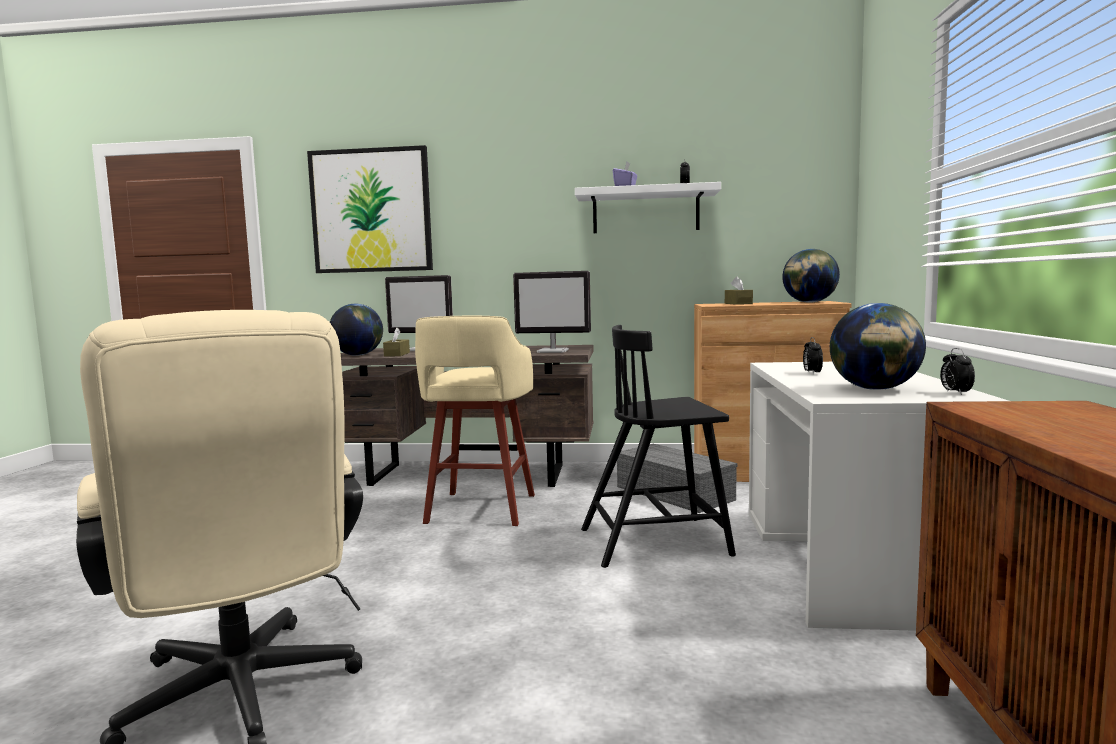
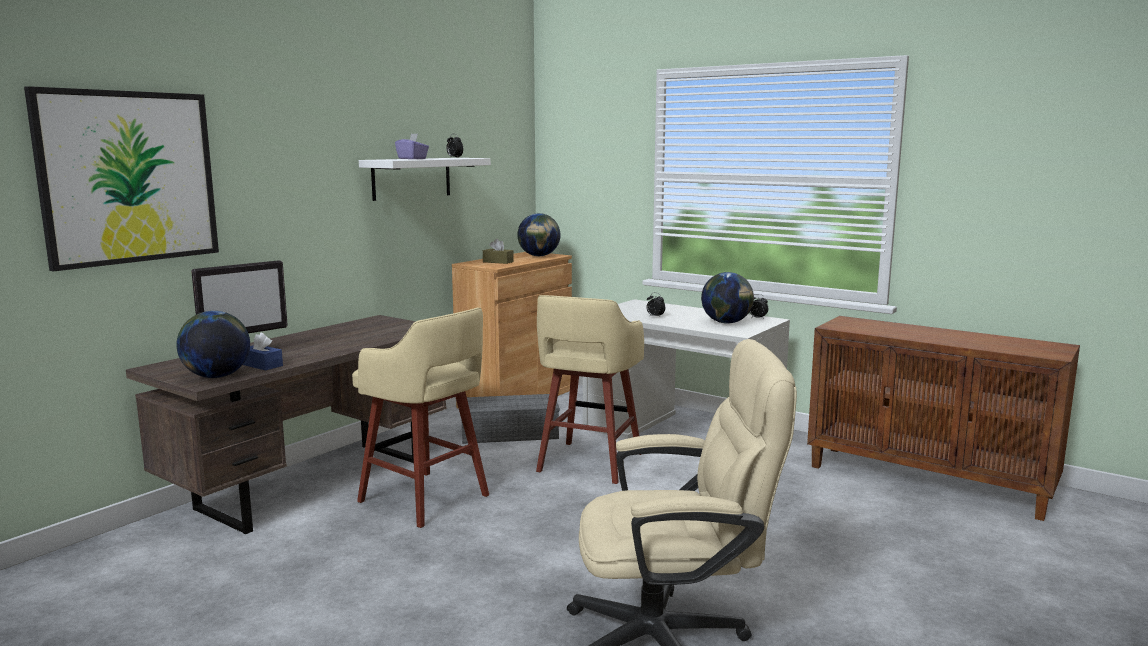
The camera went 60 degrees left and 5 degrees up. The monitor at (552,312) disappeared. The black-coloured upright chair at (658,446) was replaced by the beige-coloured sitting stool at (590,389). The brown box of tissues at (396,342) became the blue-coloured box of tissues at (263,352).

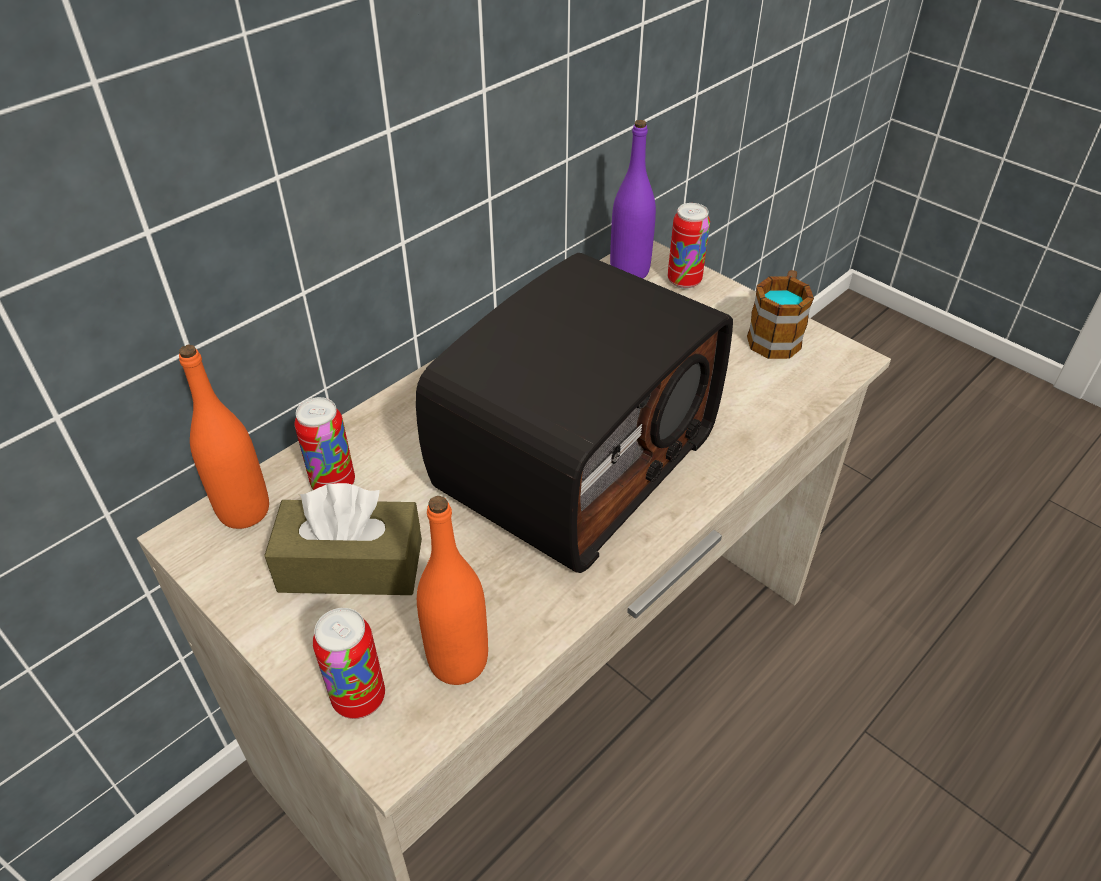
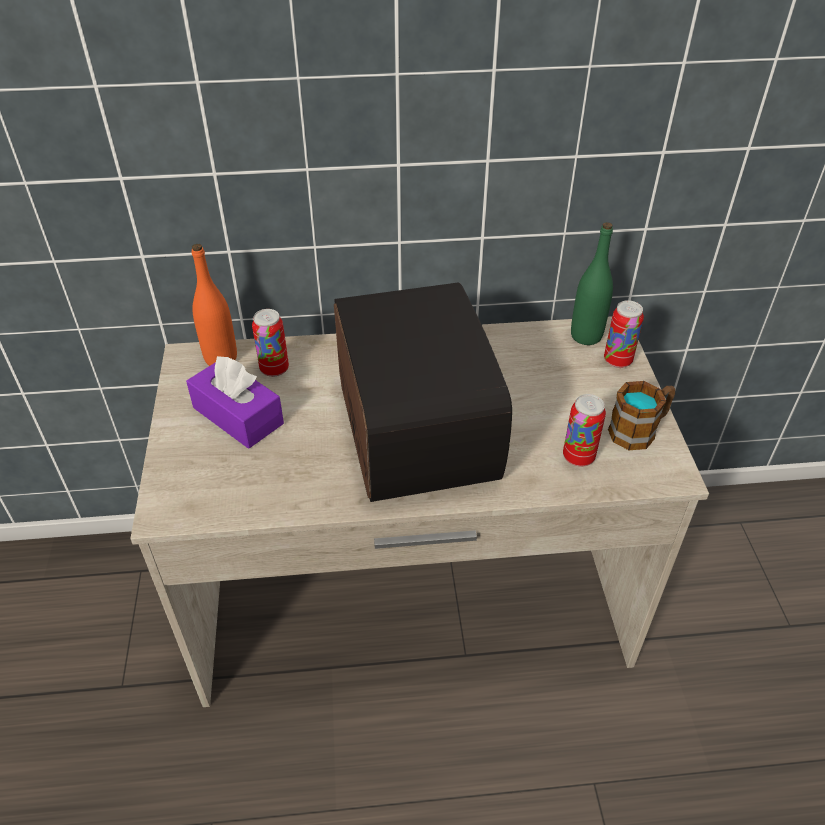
The camera went 40 degrees right and 0 degrees up. The orange drink bottle at (452,590) disappeared. The sealed can moved from (349,663) to (584,430). The brown box of tissues at (343,539) became the purple box of tissues at (235,402). The purple drink bottle at (633,199) became the green-coloured drink bottle at (592,283). The radio receiver at (574,413) turned 90 degrees counterclockwise.

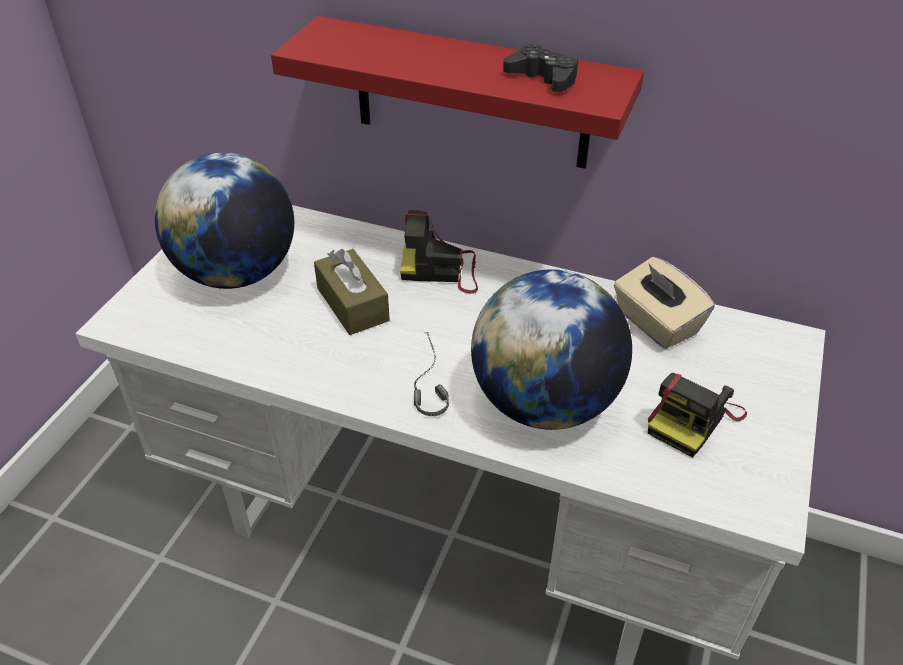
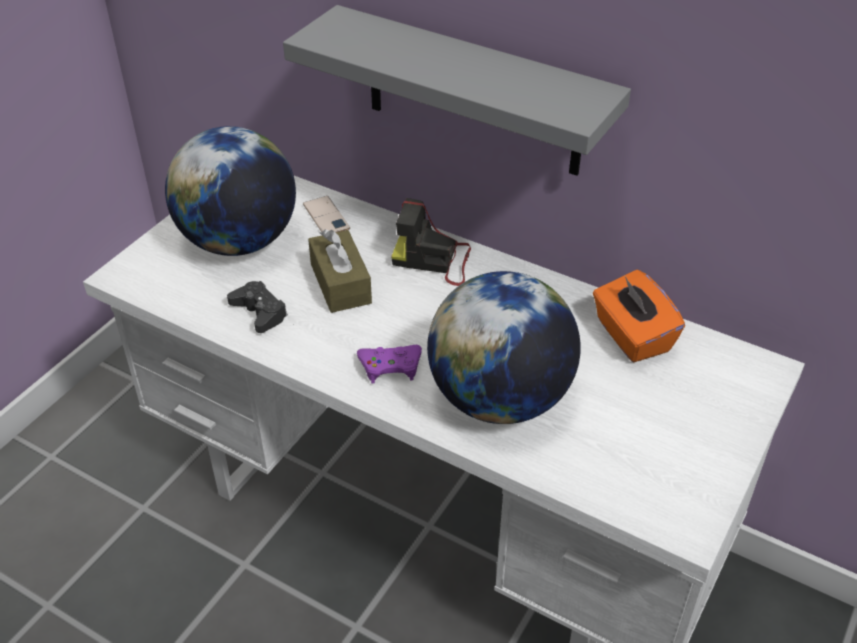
The camera went 10 degrees right and 0 degrees up. The photo camera at (697,415) disappeared. The phone at (326,214) appeared. The black-coloured gamepad moved from (540,68) to (257,307). The headset at (431,374) was replaced by the purple gamepad at (389,364). The red wall shelf at (457,92) became the grey wall shelf at (457,90). The beige-coloured box of tissues at (664,303) became the orange box of tissues at (639,316).

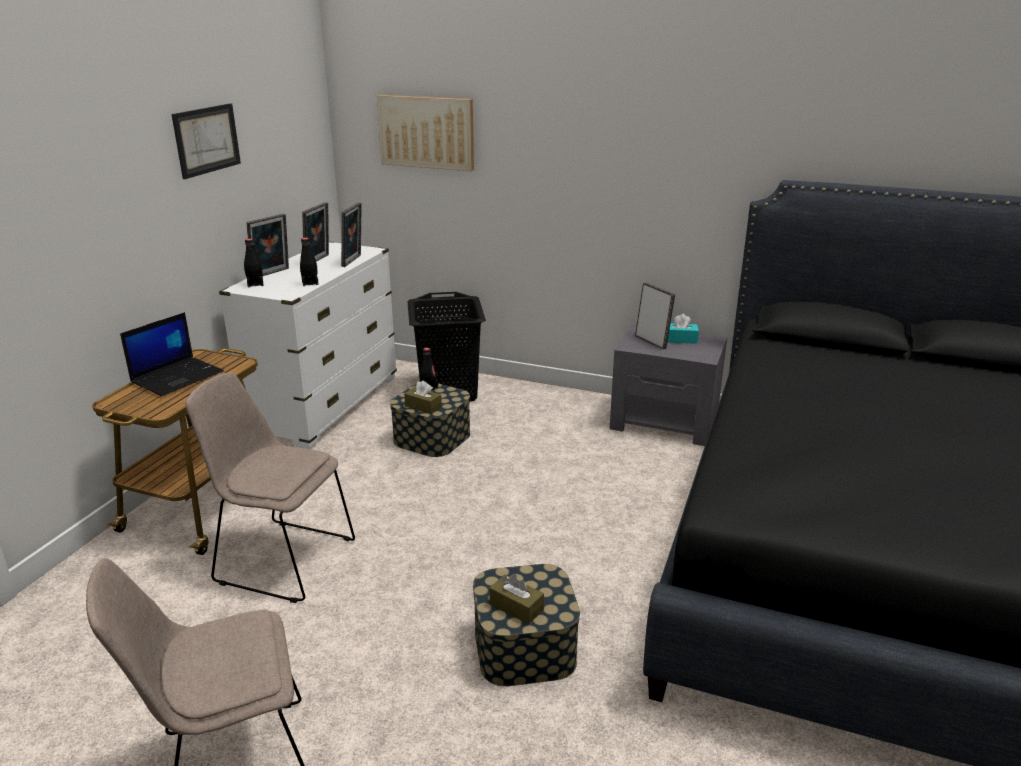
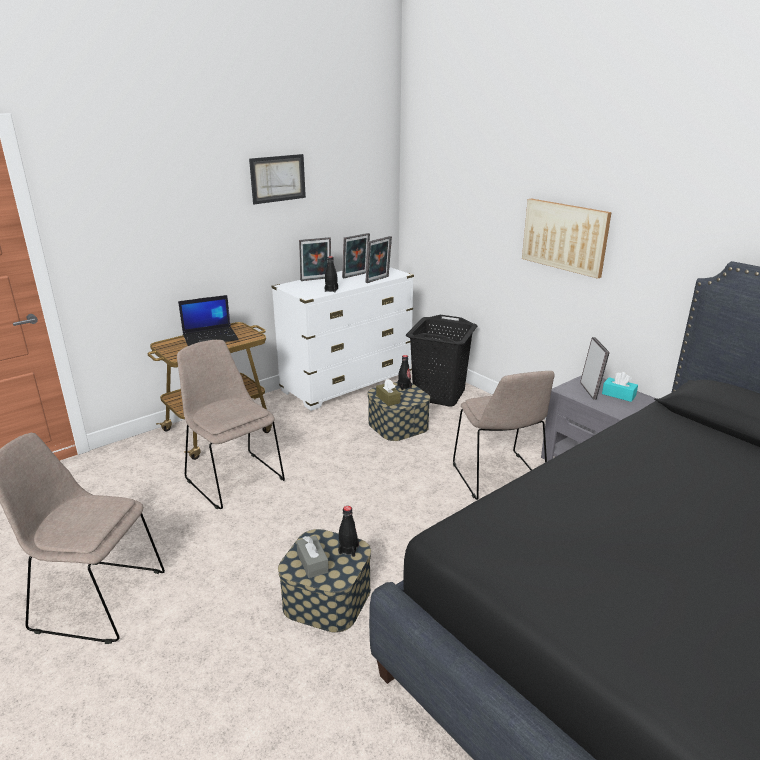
The camera went 30 degrees right and 0 degrees up. The beige-coloured upright chair at (503,435) appeared. The black-coloured drink bottle moved from (254,262) to (348,531). The picture moved from (425,133) to (567,238). The brown box of tissues at (516,599) became the grey box of tissues at (312,556).

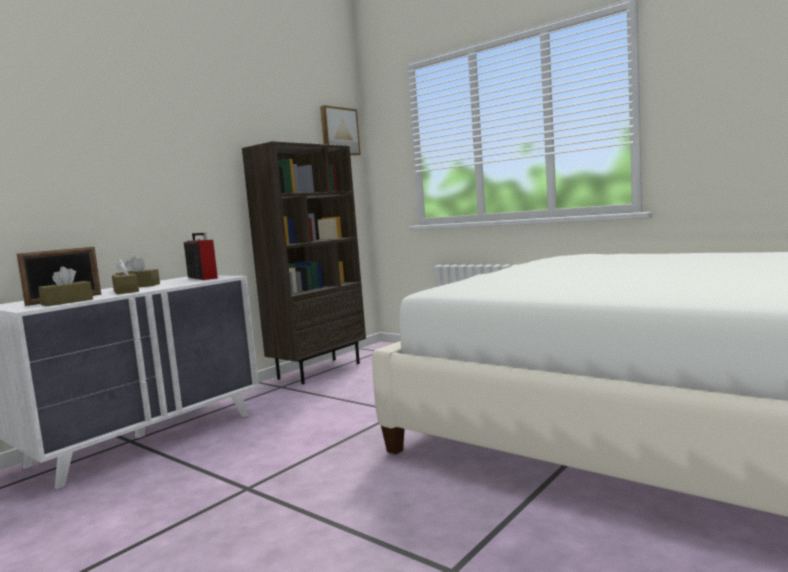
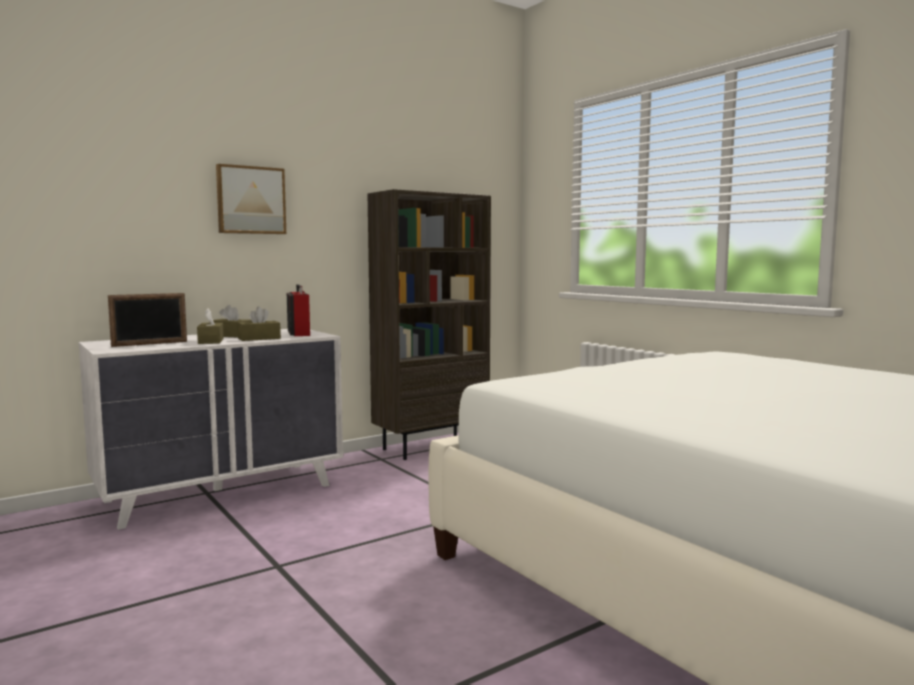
The camera went 15 degrees right and 0 degrees up. The brown box of tissues moved from (65,286) to (259,324). The picture moved from (340,130) to (251,199).

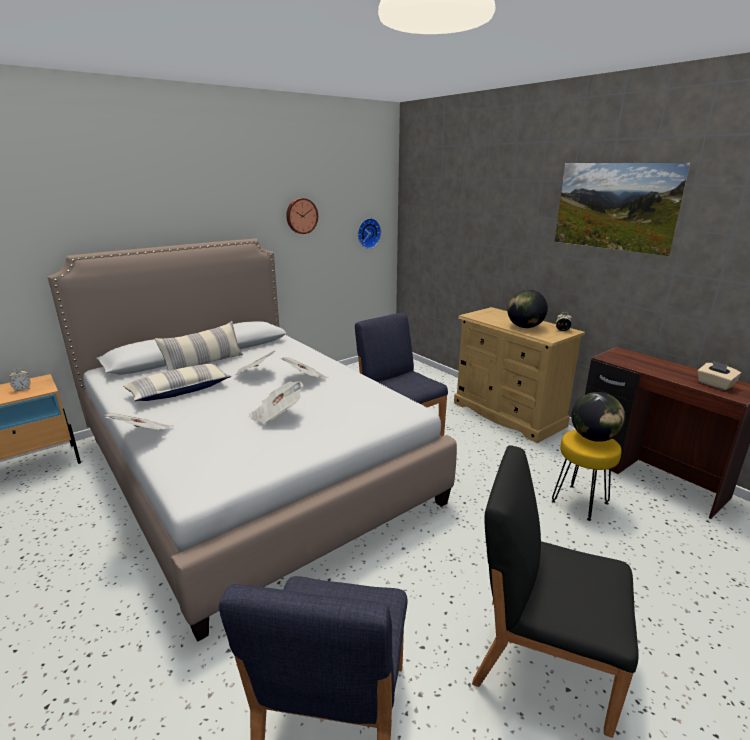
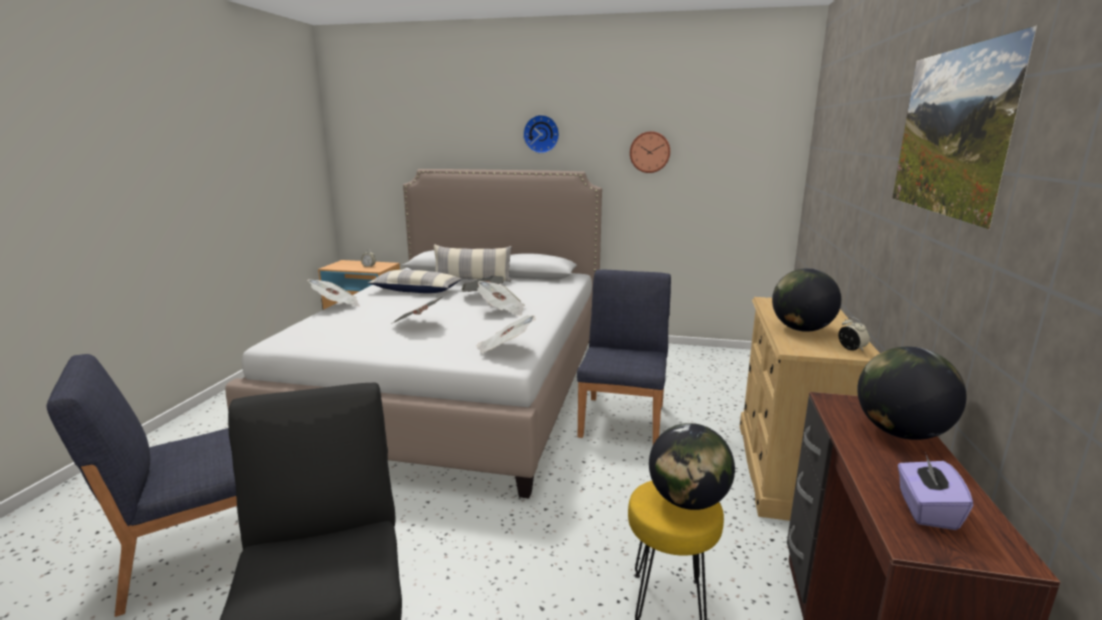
The camera went 50 degrees right and 5 degrees down. The newspaper at (506,334) appeared. The world globe at (911,393) appeared. The wall clock moved from (369,233) to (541,134). The beige-coloured box of tissues at (719,375) became the purple box of tissues at (935,491).

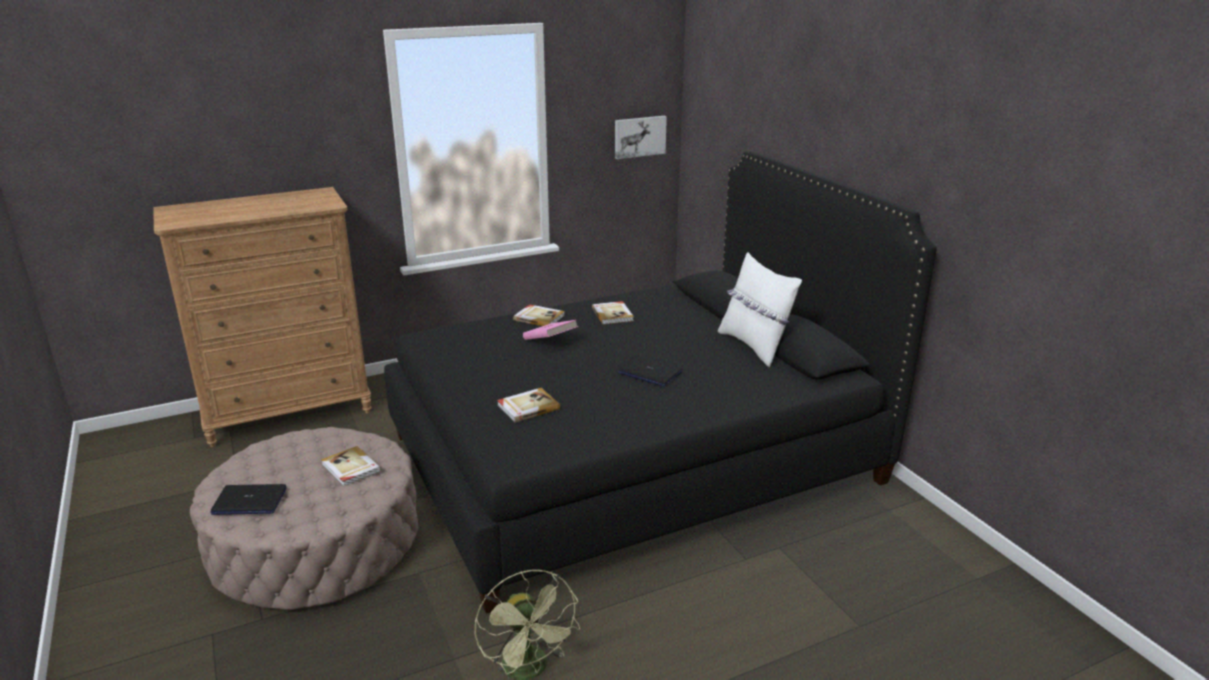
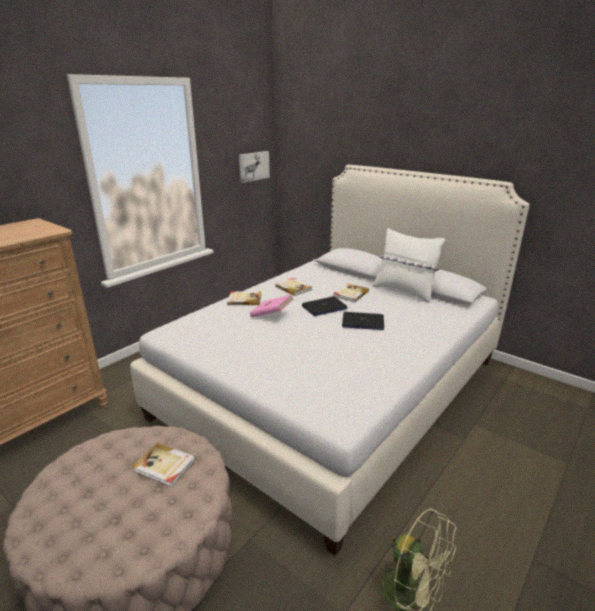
The camera went 25 degrees left and 0 degrees up. The laptop moved from (248,499) to (324,306). The book moved from (528,405) to (351,292). The black-coloured sleeping bed at (660,382) became the white sleeping bed at (330,360).

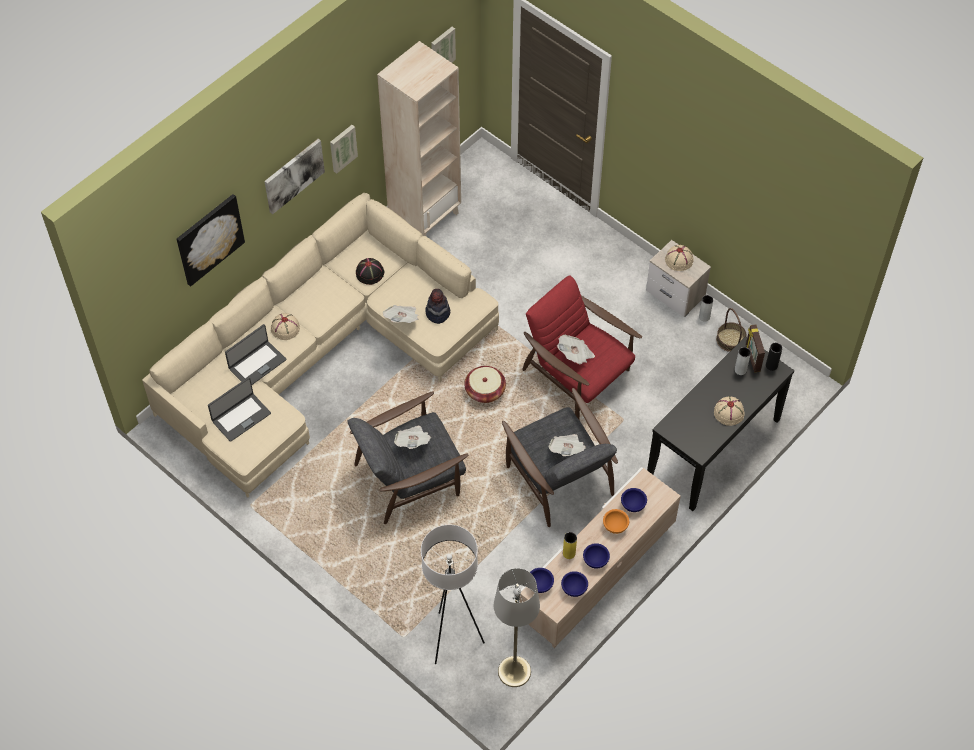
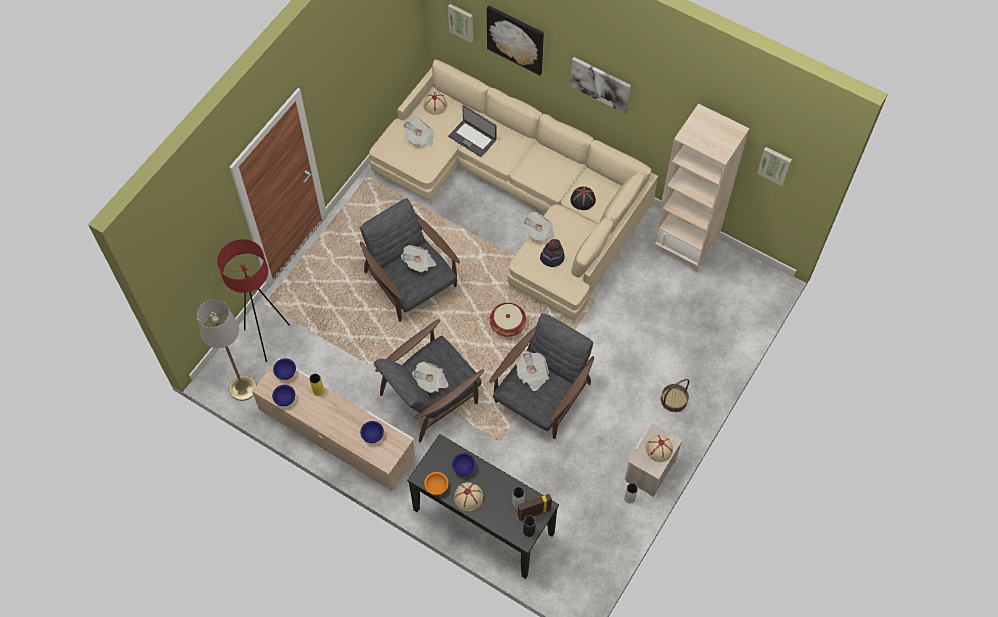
The camera went 80 degrees right and 5 degrees up. The beige-coloured wearable hat moved from (285,326) to (435,103). The picture moved from (344,149) to (460,23). The blue-coloured deep dish moved from (596,556) to (464,464). The orange deep dish moved from (616,521) to (436,483). The basket moved from (731,330) to (675,395). The laptop at (239,409) was replaced by the newspaper at (418,131). The white floor lamp at (453,594) became the red floor lamp at (253,300). The red easy chair at (582,342) became the grey easy chair at (541,376).

